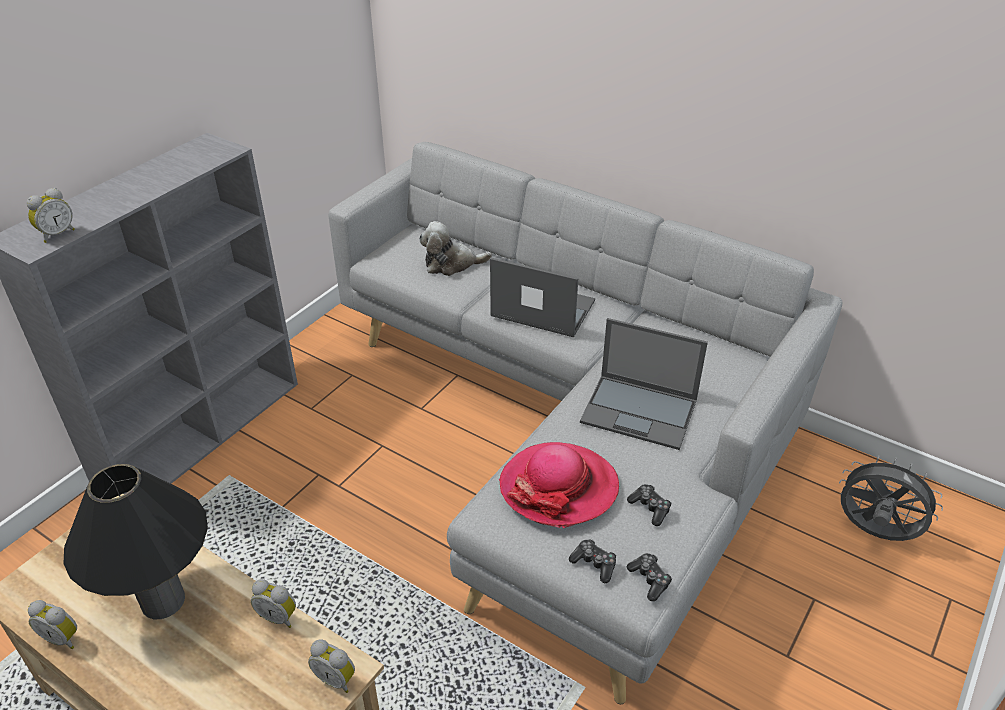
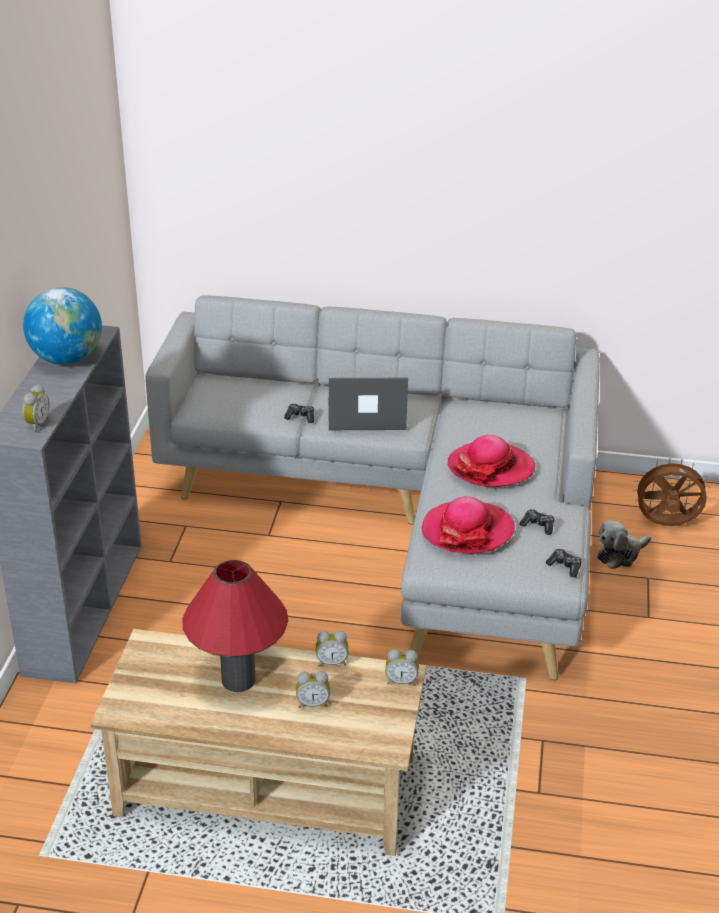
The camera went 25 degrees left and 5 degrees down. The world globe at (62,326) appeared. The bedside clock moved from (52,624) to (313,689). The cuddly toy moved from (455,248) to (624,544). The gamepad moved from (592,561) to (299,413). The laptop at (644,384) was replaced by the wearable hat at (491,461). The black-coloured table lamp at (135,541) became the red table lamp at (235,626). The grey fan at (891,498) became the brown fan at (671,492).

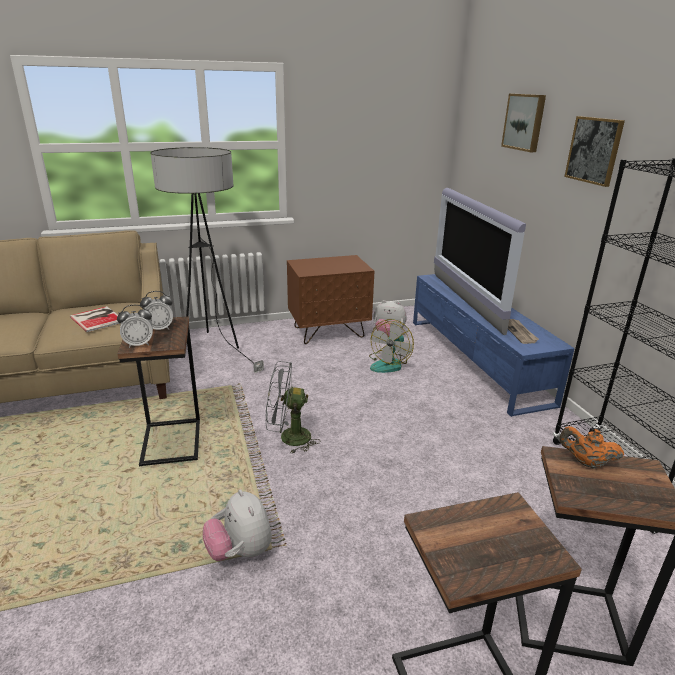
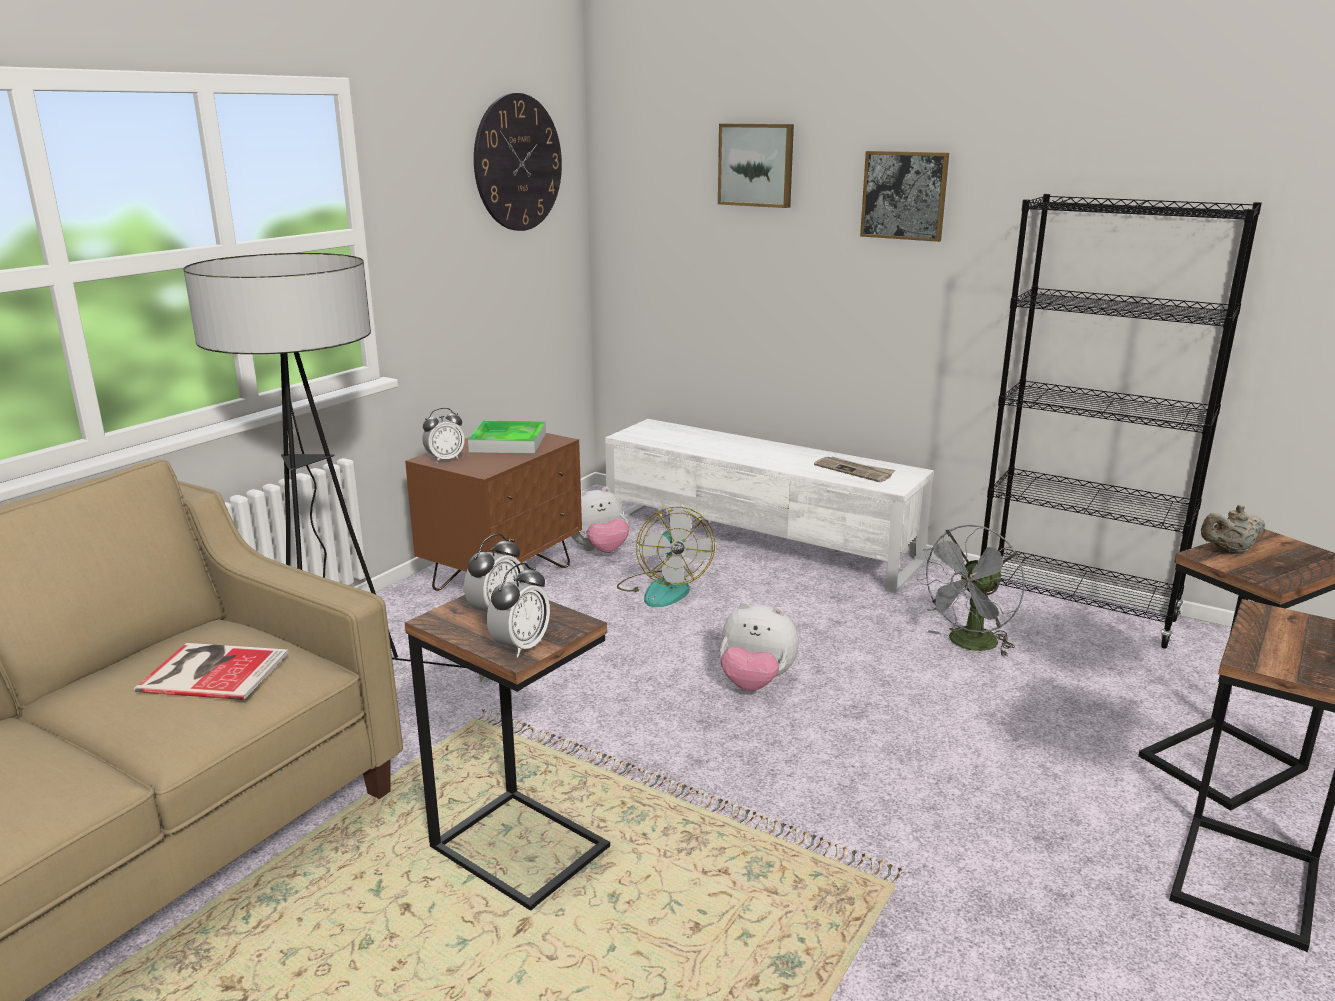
The camera went 40 degrees left and 5 degrees down. The TV set at (480,261) disappeared. The bedside clock at (443,435) appeared. The carrying tray at (507,437) appeared. The wall clock at (518,162) appeared. The cuddly toy moved from (237,525) to (759,646). The grey fan moved from (293,407) to (971,591). The blue-coloured tv stand at (494,345) became the white tv stand at (769,506). The orange tea pot at (592,447) became the beige-coloured tea pot at (1233,529).

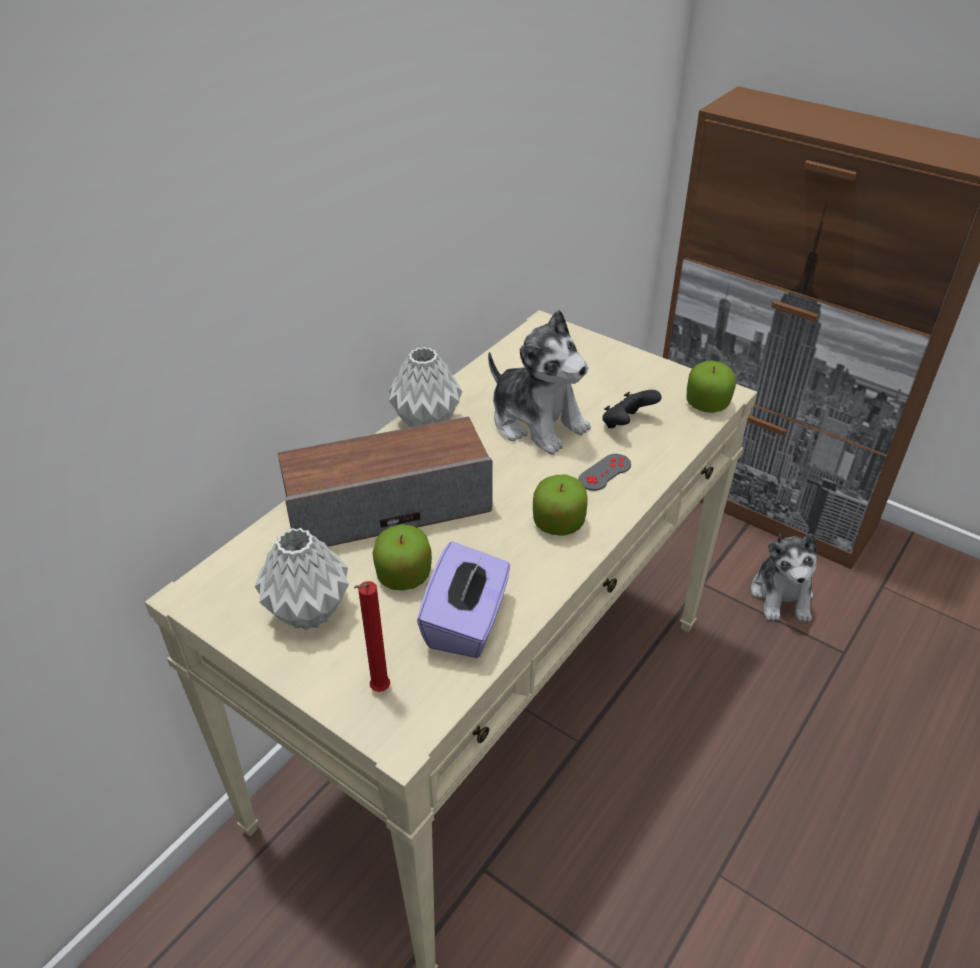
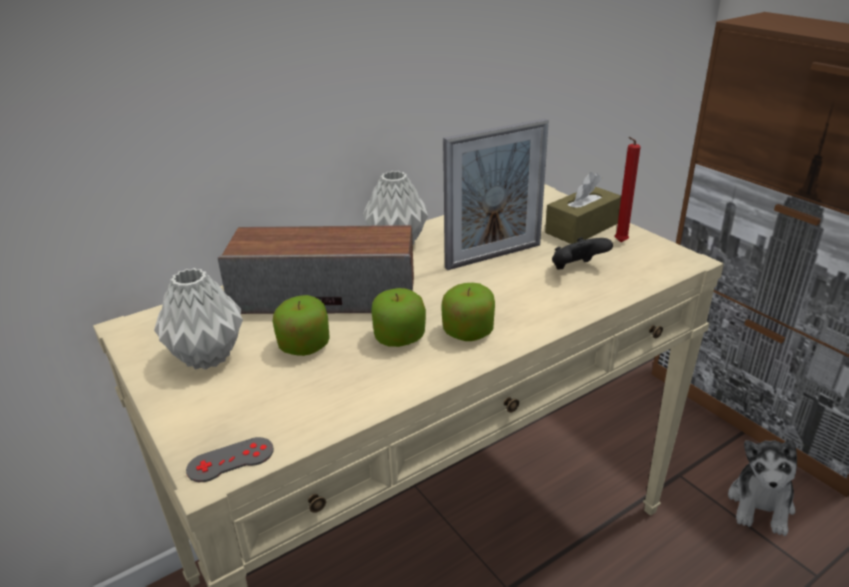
The camera went 20 degrees right and 10 degrees down. The purple box of tissues at (463,599) disappeared. The brown box of tissues at (583,208) appeared. The red candle moved from (372,636) to (628,189). The grey gamepad moved from (604,472) to (230,459). The whole apple moved from (711,387) to (398,317). The cuddly toy at (539,382) was replaced by the picture frame at (496,194).

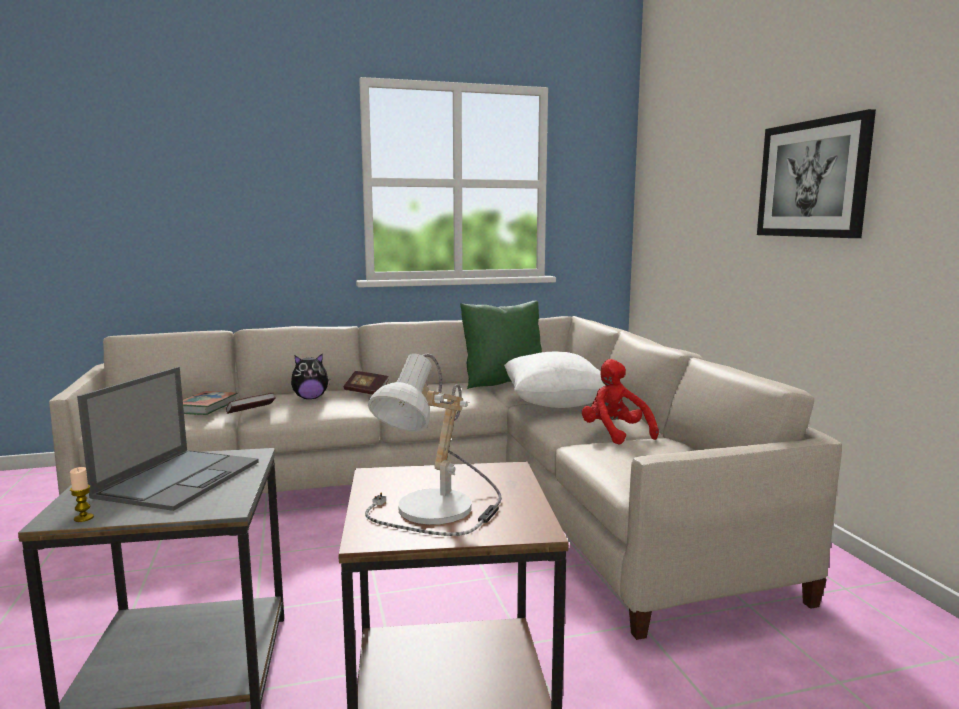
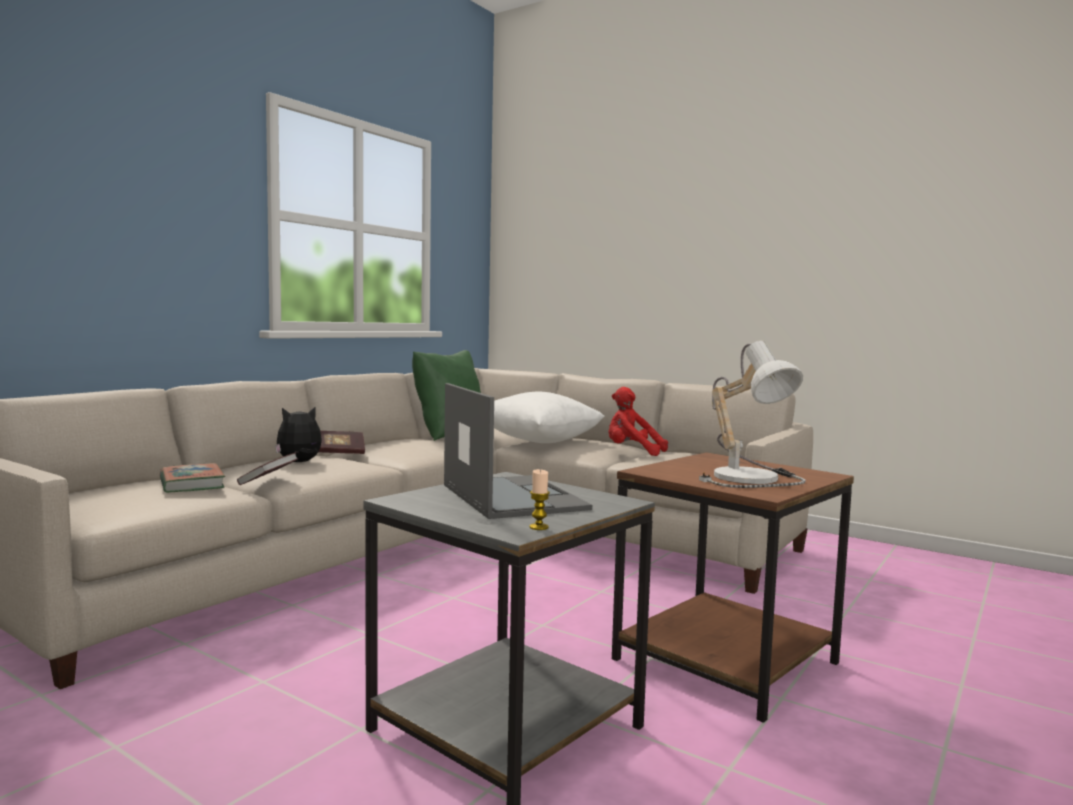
The camera went 40 degrees left and 5 degrees down. The picture at (816,173) disappeared. The cuddly toy at (310,376) turned 150 degrees counterclockwise.

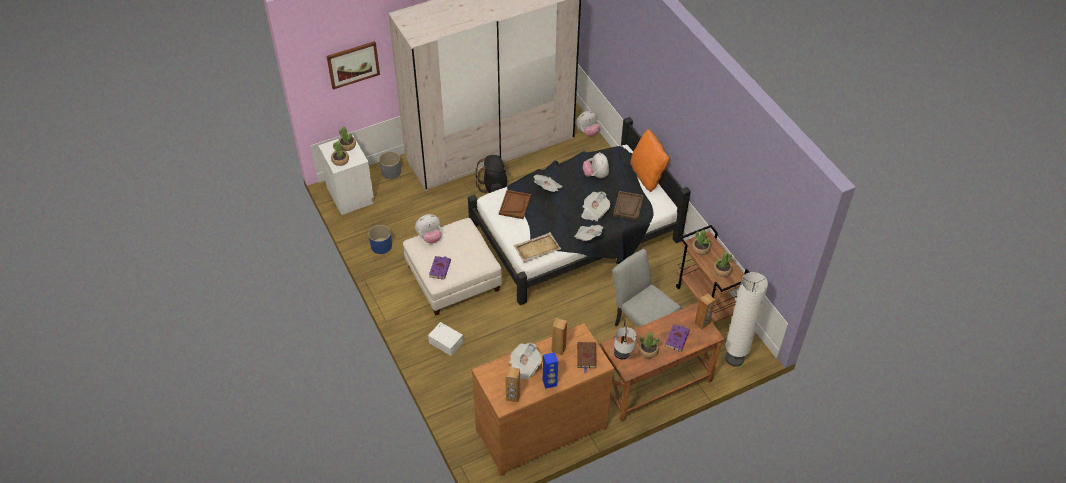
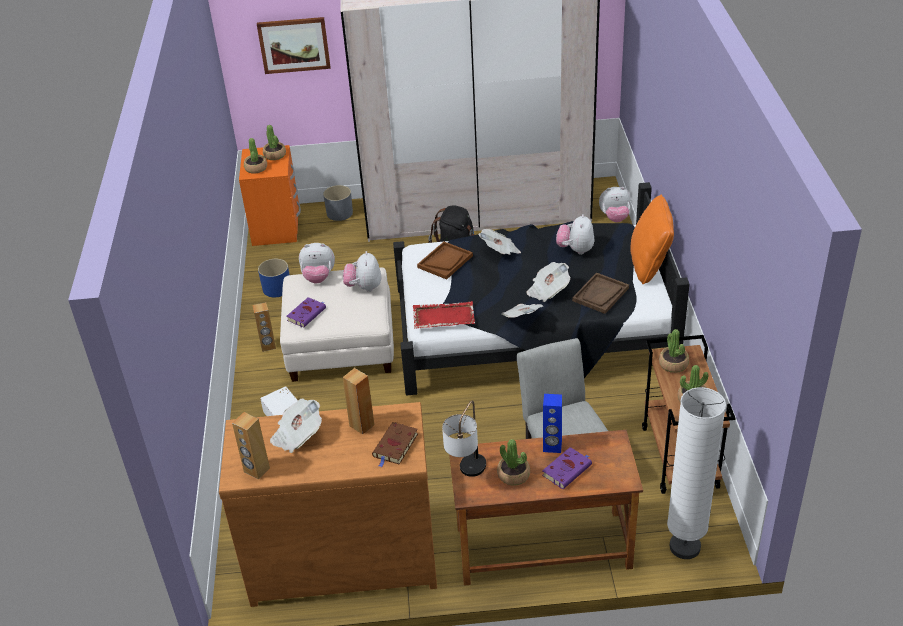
The camera went 25 degrees right and 10 degrees down. The cuddly toy at (362,271) appeared. The blue-coloured loudspeaker moved from (550,370) to (552,423). The brown loudspeaker moved from (705,311) to (264,327). The white bedside table at (346,174) became the orange bedside table at (270,195). The beige-coloured carrying tray at (537,247) became the red carrying tray at (444,314).

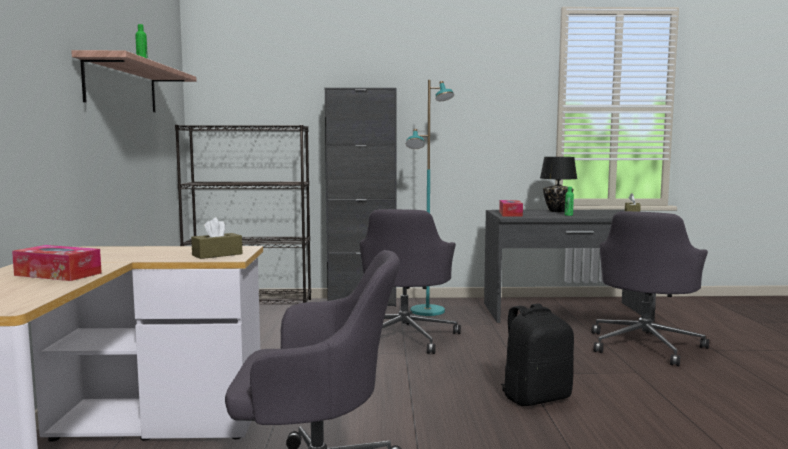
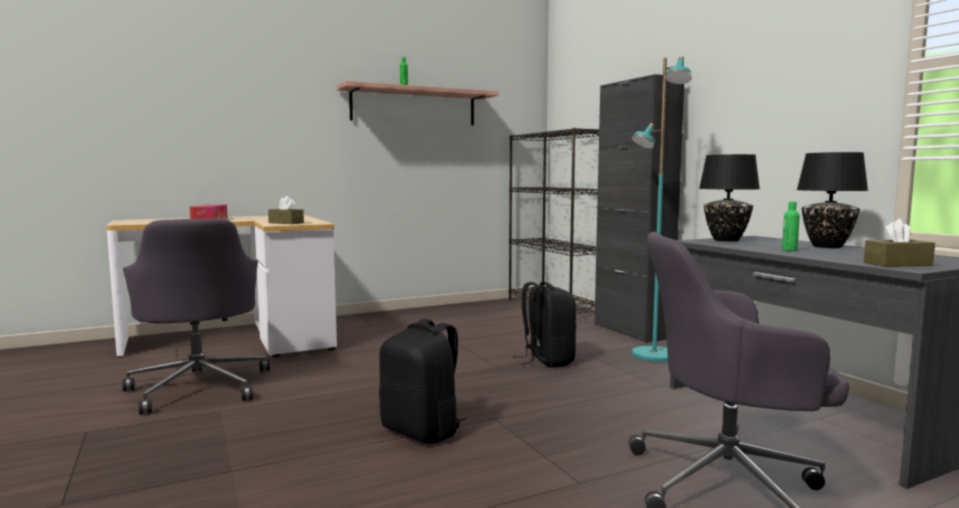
The camera went 65 degrees right and 0 degrees up. The grey desk chair at (410,281) was replaced by the black-coloured rucksack at (544,324). The box of tissues at (511,208) was replaced by the black-coloured table lamp at (729,198).

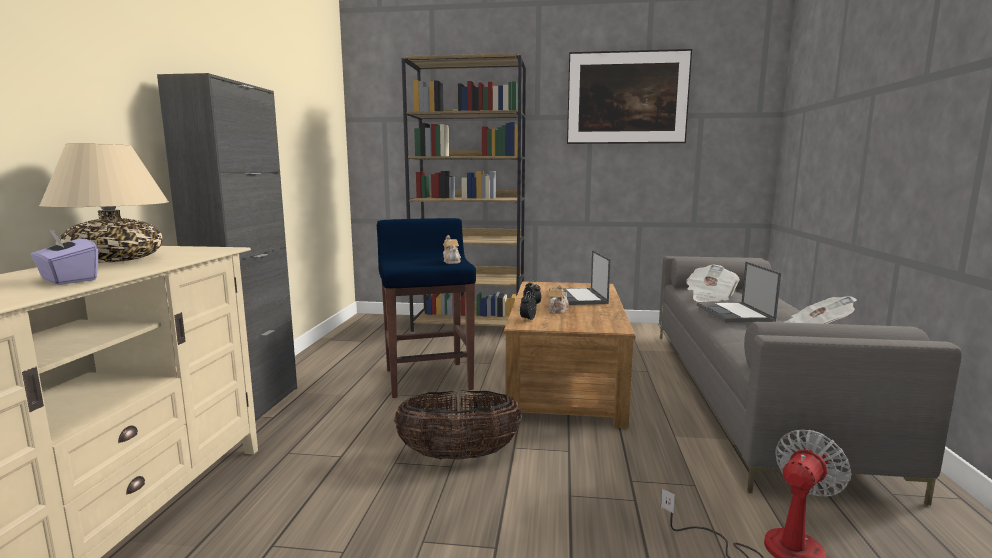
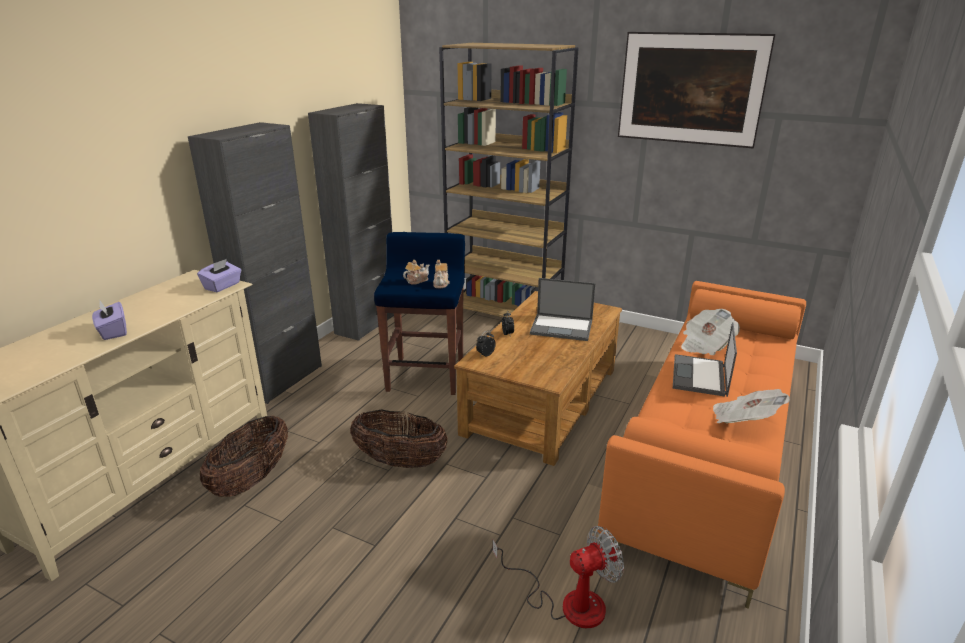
The camera went 20 degrees right and 15 degrees up. The beige-coloured table lamp at (104,202) disappeared. The purple box of tissues at (219,275) appeared. The basket at (244,456) appeared. The black-coloured cupboard at (351,222) appeared. The tea pot moved from (558,299) to (416,272). The grey sofa at (810,381) became the orange sofa at (702,445). The laptop at (580,277) turned 90 degrees counterclockwise.

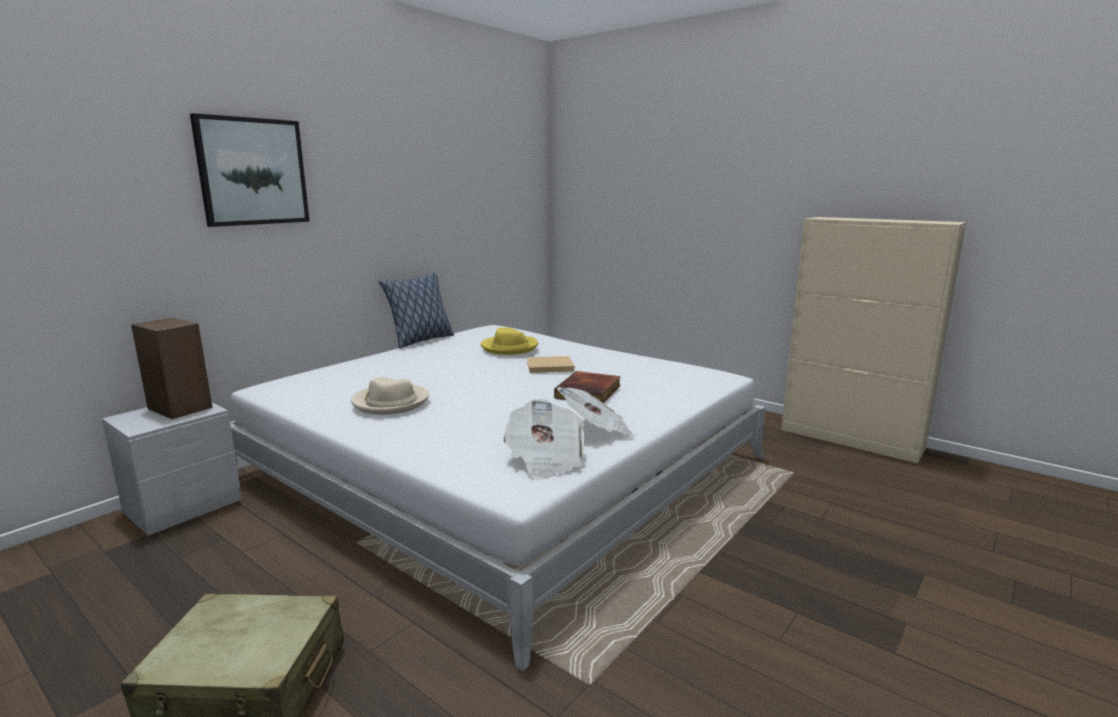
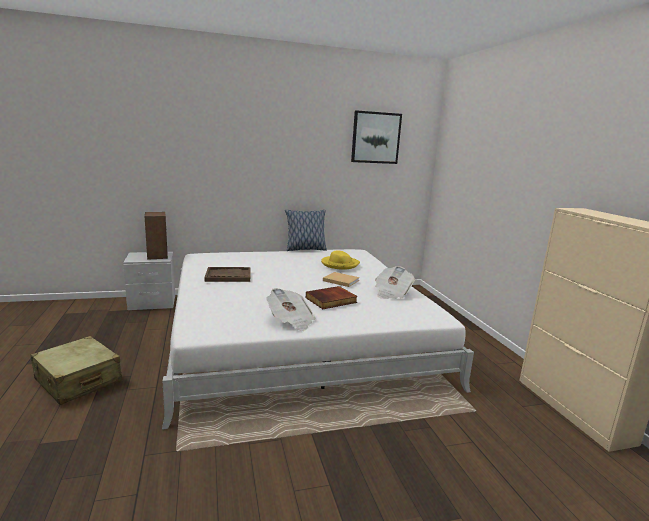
The camera went 35 degrees right and 0 degrees up. The picture moved from (250,170) to (376,137). The newspaper moved from (543,439) to (395,282). The beige-coloured wearable hat at (390,396) was replaced by the brown carrying tray at (227,274).

